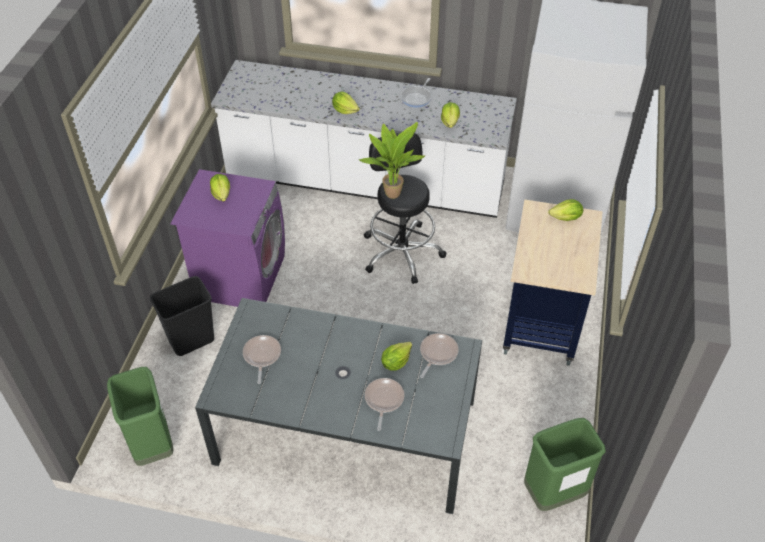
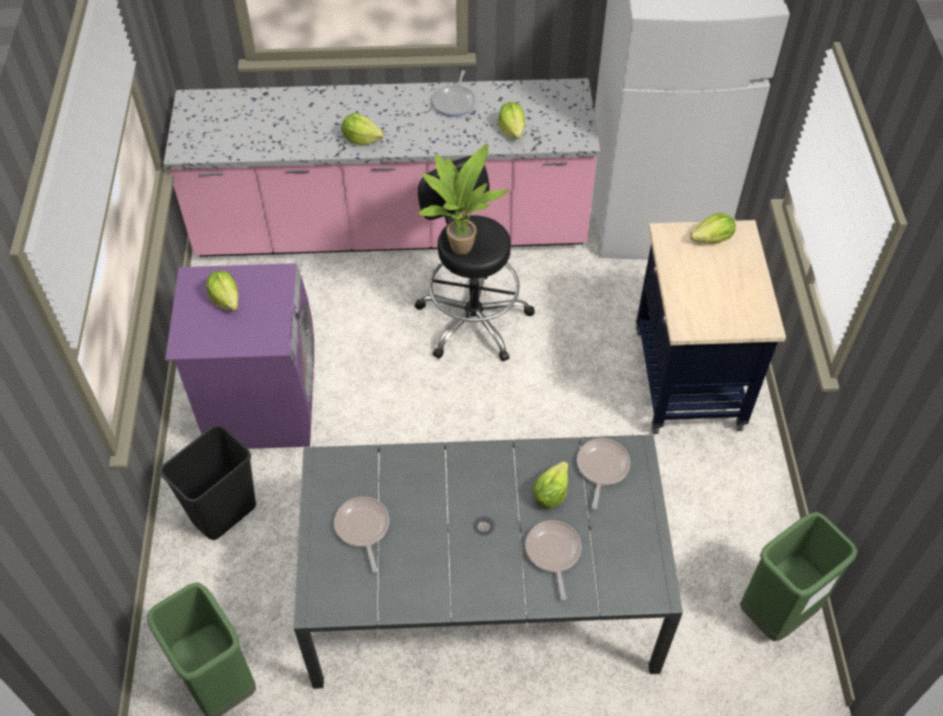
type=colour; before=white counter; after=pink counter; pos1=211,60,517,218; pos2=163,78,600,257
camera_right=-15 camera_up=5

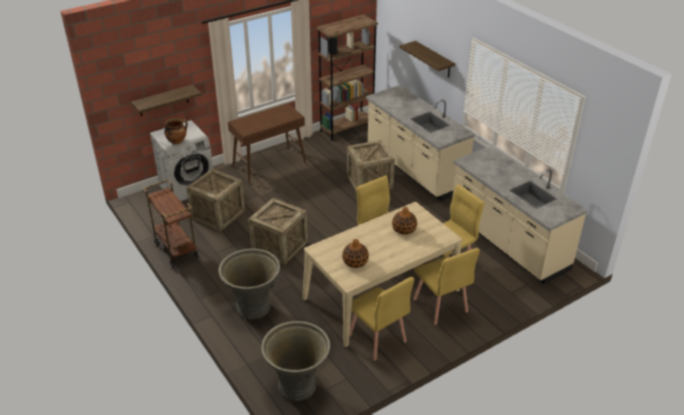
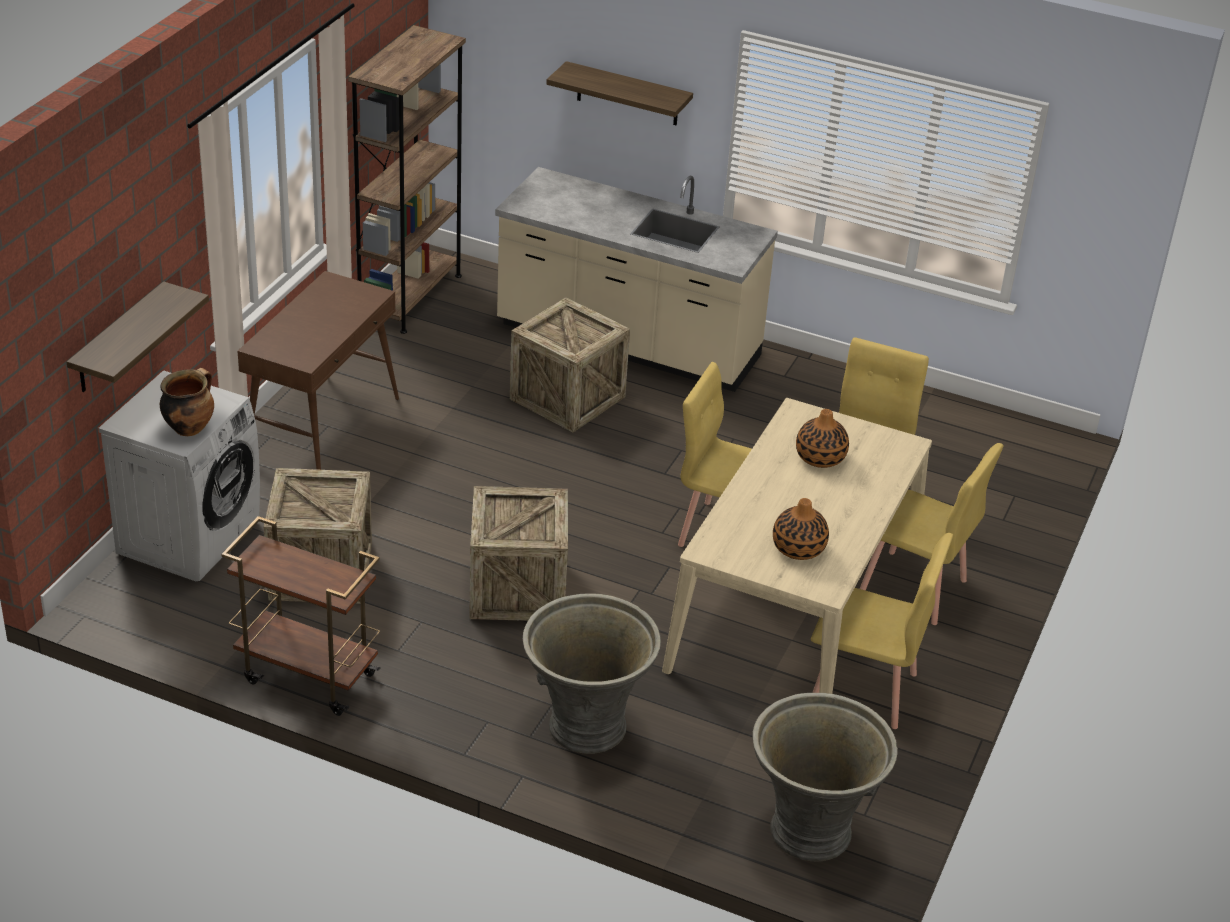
type=missing; before=beige counter; pos1=452,146,588,284
camera_right=-35 camera_up=0

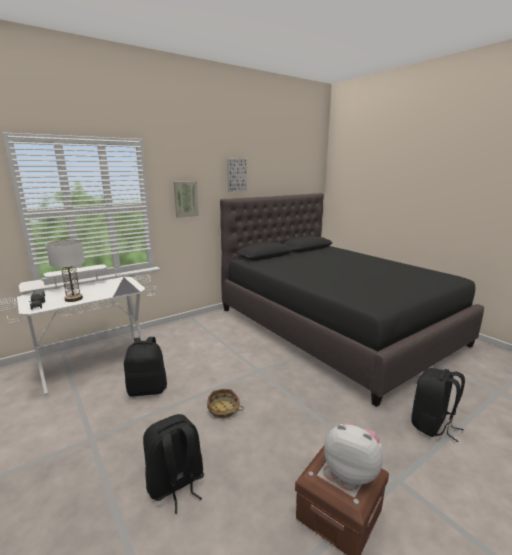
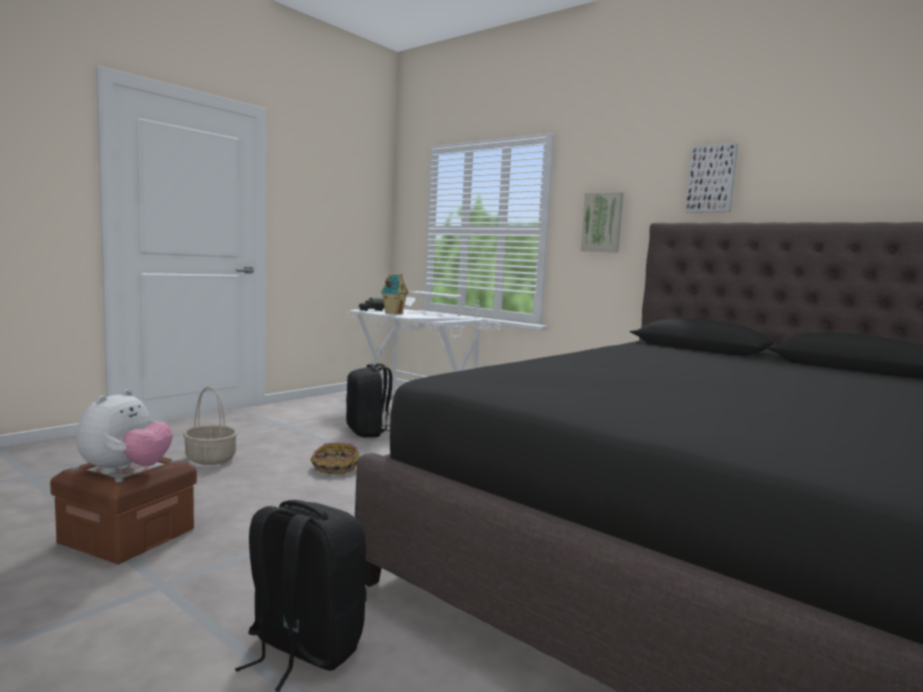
type=exchanged; before=table lamp; after=toy house; pos1=46,240,85,302; pos2=380,273,409,315
type=exchanged; before=black backpack; after=basket; pos1=143,414,204,514; pos2=183,387,238,465
camera_right=75 camera_up=-10

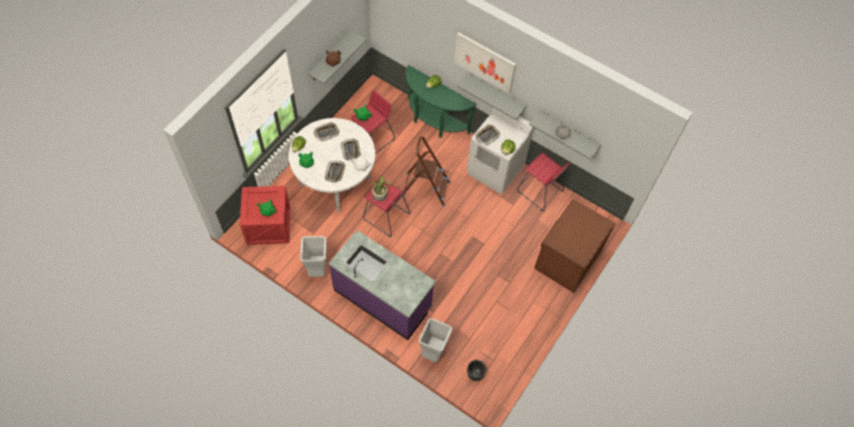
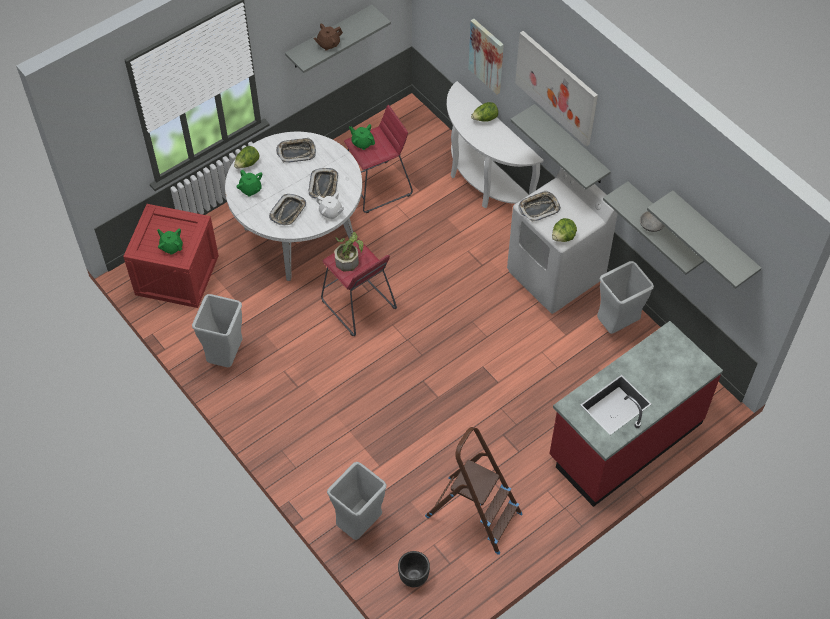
type=missing; before=purple counter; pos1=328,230,436,340
type=relocated; before=brown step ladder; pos1=402,137,451,206; pos2=425,427,522,555
type=colour; before=green console table; after=white console table; pos1=406,65,476,138; pos2=447,81,544,208
type=exchanged; before=red stool; after=grey trash can; pos1=517,153,571,211; pos2=597,261,654,334
type=exchanged; before=brown washing machine; after=red counter; pos1=535,199,615,293; pos2=549,321,723,507
type=appeared; after=picture; pos2=468,19,504,94
type=appeared; after=grey shelf; pos2=647,190,762,289
camera_right=20 camera_up=-5

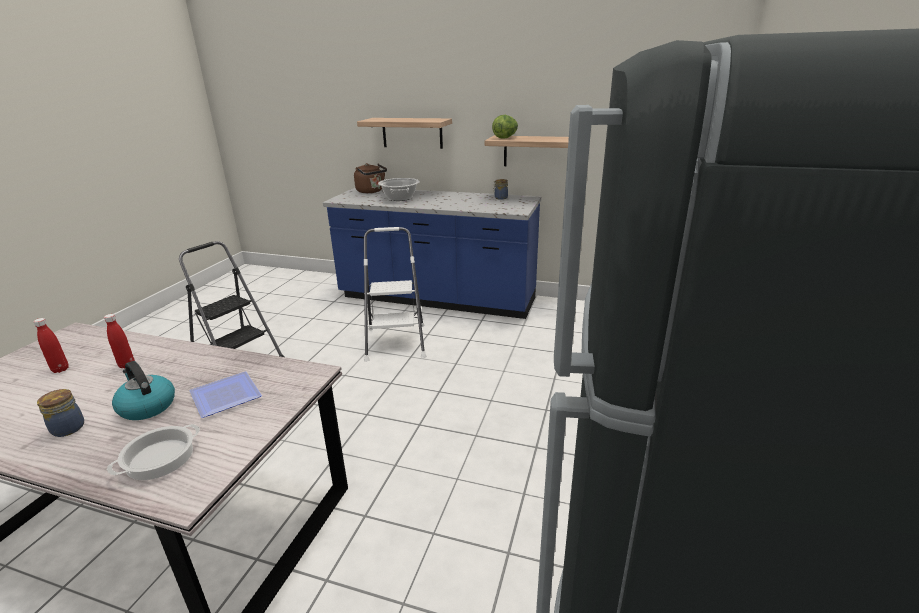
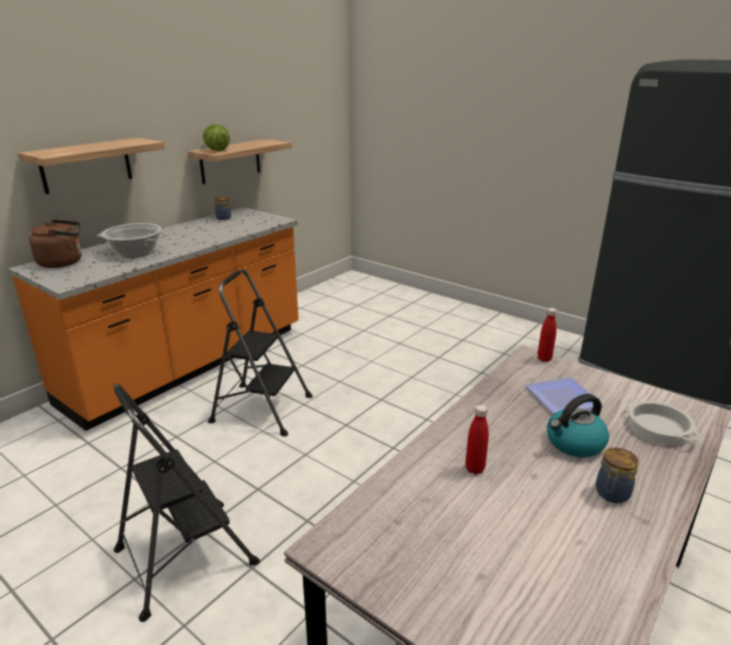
type=relocated; before=red bottle; pos1=33,318,69,373; pos2=537,308,557,362
type=colour; before=blue counter; after=orange counter; pos1=323,188,541,319; pos2=8,207,299,431
type=colour; before=white step ladder; after=black step ladder; pos1=364,227,426,361; pos2=208,269,313,437
camera_right=-70 camera_up=0

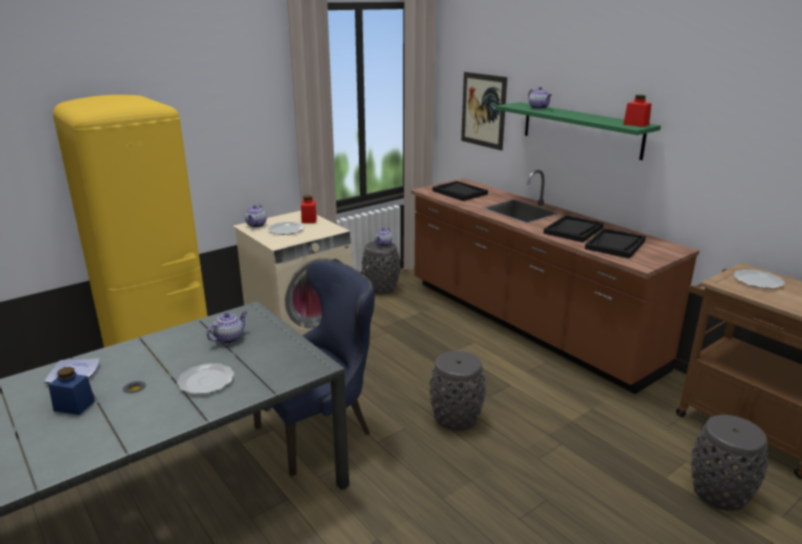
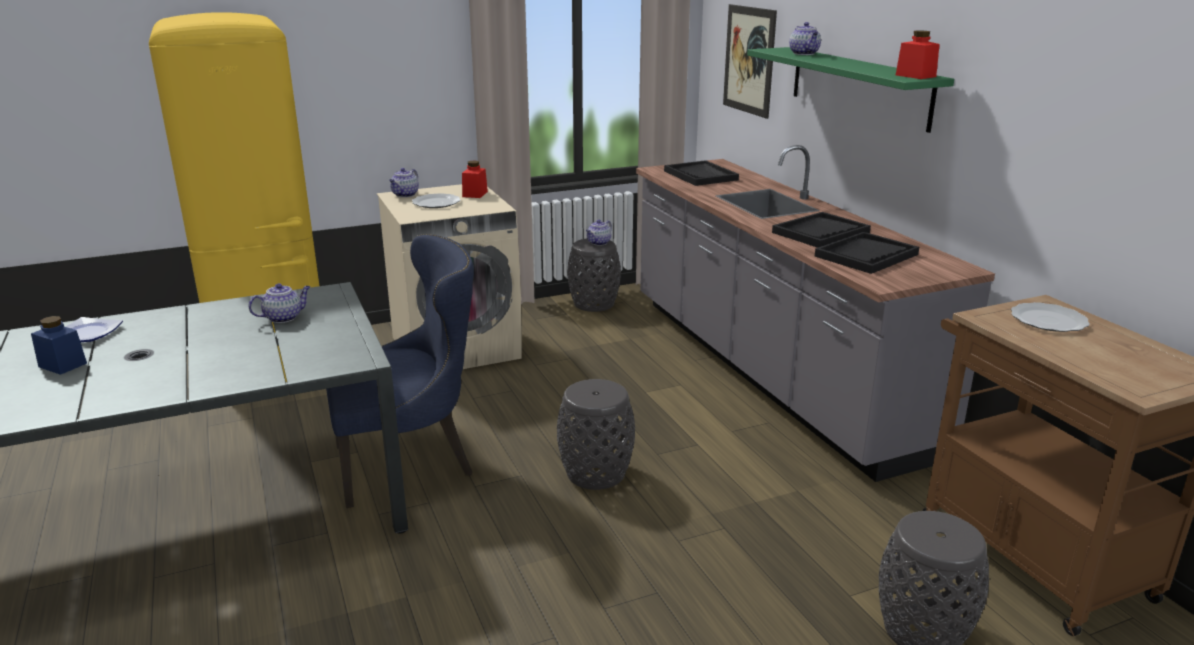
type=missing; before=plate; pos1=177,363,234,394
type=colour; before=brown counter; after=grey counter; pos1=411,170,700,394; pos2=636,145,995,482
camera_right=15 camera_up=0

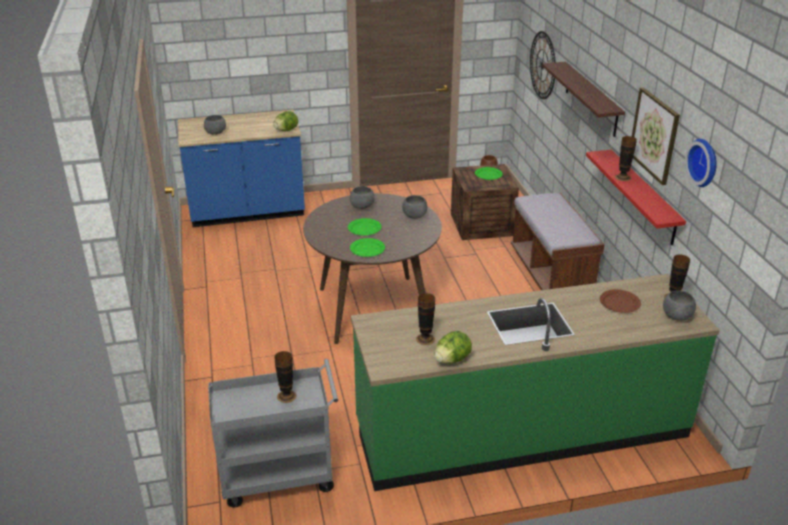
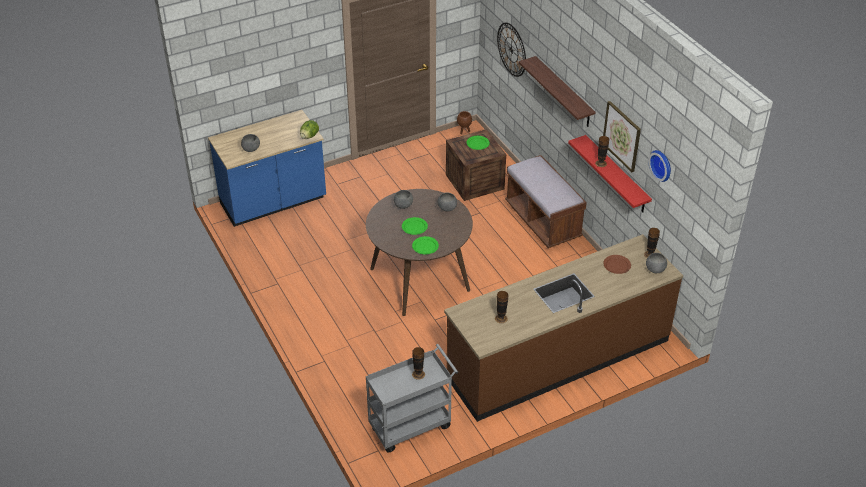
type=colour; before=green counter; after=brown counter; pos1=351,274,720,491; pos2=444,234,683,422
type=missing; before=lettuce; pos1=435,331,472,364
camera_right=-15 camera_up=10

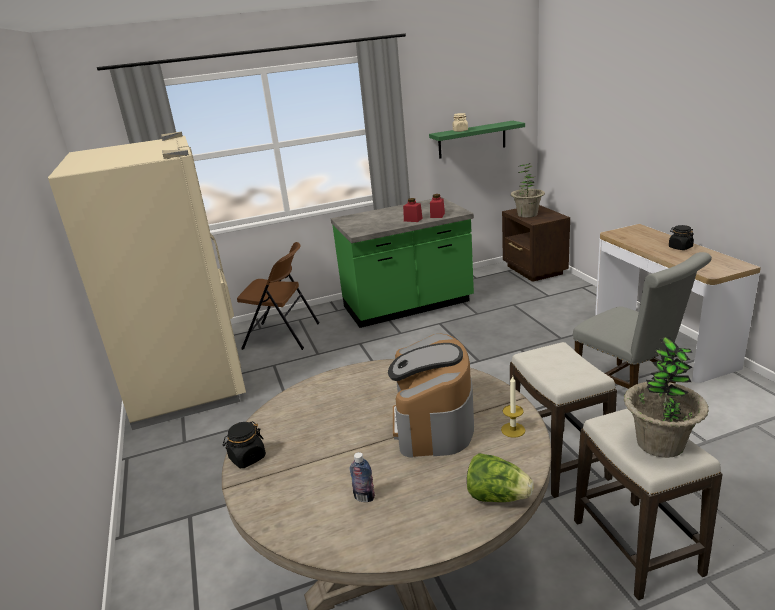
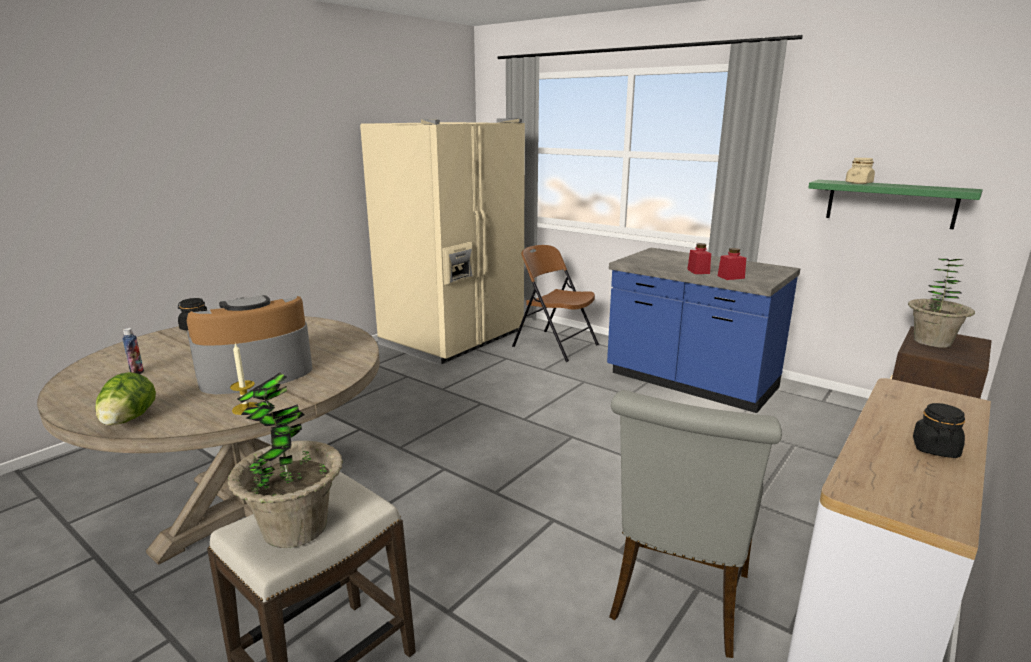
type=spun; before=brown chair; pos1=237,242,319,350; pos2=512,245,599,362; turn=150
type=colour; before=green counter; after=blue counter; pos1=331,197,474,328; pos2=607,248,800,413
type=missing; before=stool; pos1=510,342,617,498
camera_right=55 camera_up=-5

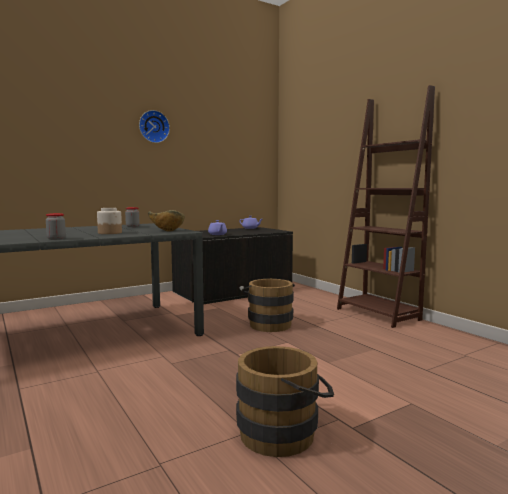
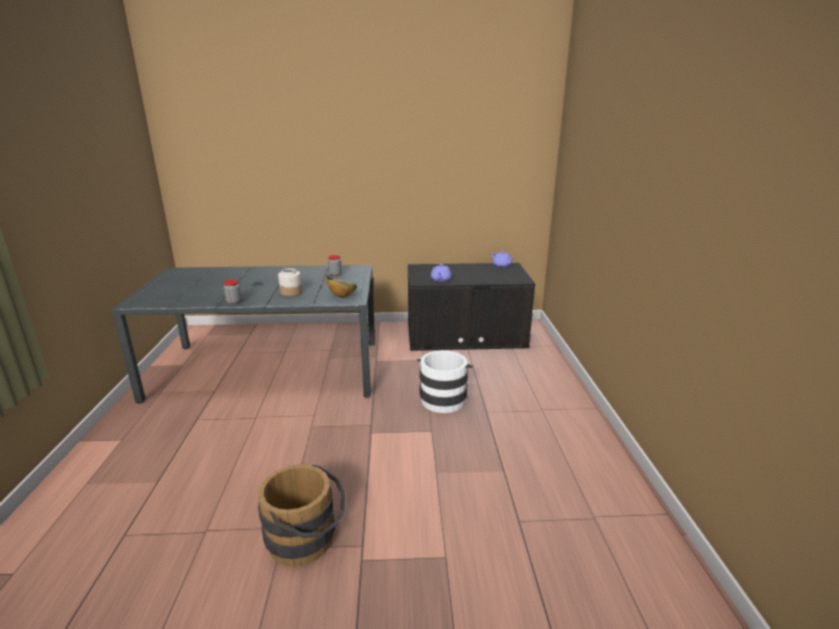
type=missing; before=wall clock; pos1=139,110,170,143
type=colour; before=brown bucket; after=white bucket; pos1=242,279,295,332; pos2=417,350,473,413
type=missing; before=brown bookcase; pos1=337,85,435,328
camera_right=30 camera_up=15

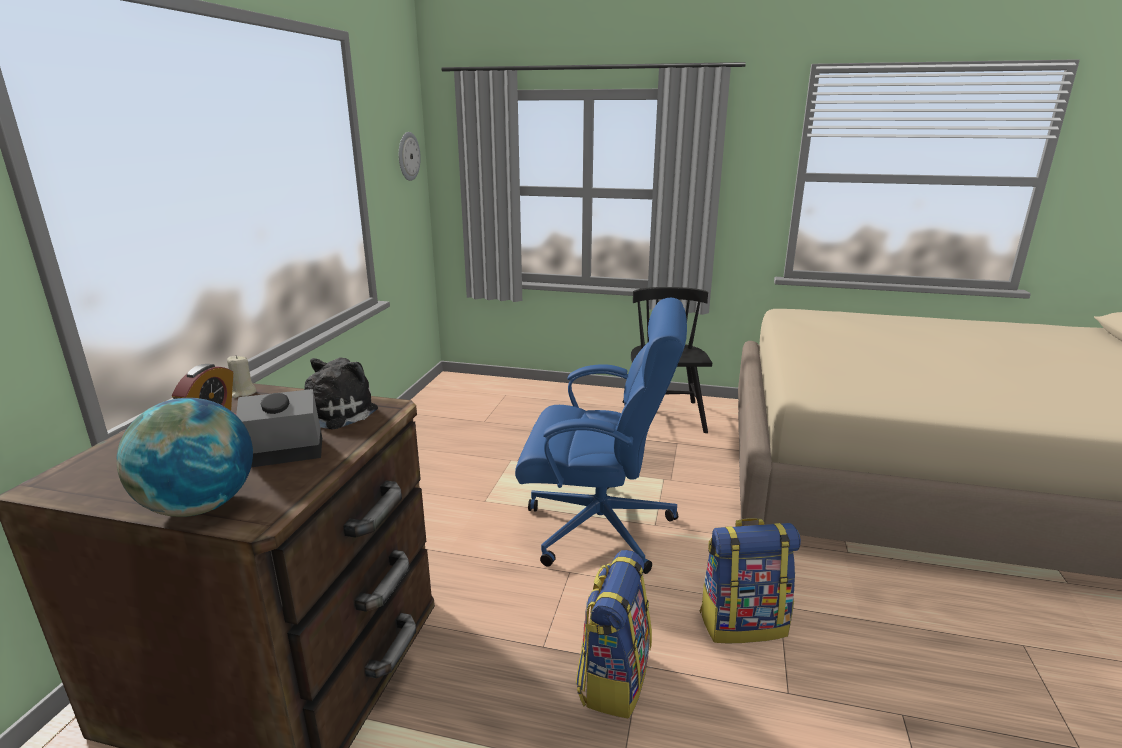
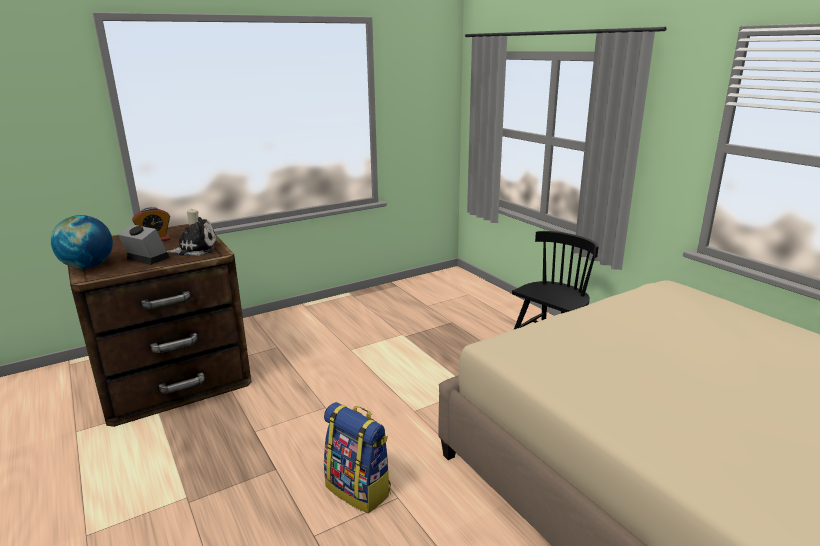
type=missing; before=wall clock; pos1=399,132,421,181
type=missing; before=blue office chair; pos1=515,298,687,574
type=missing; before=backpack; pos1=576,550,652,719
camera_right=45 camera_up=0

